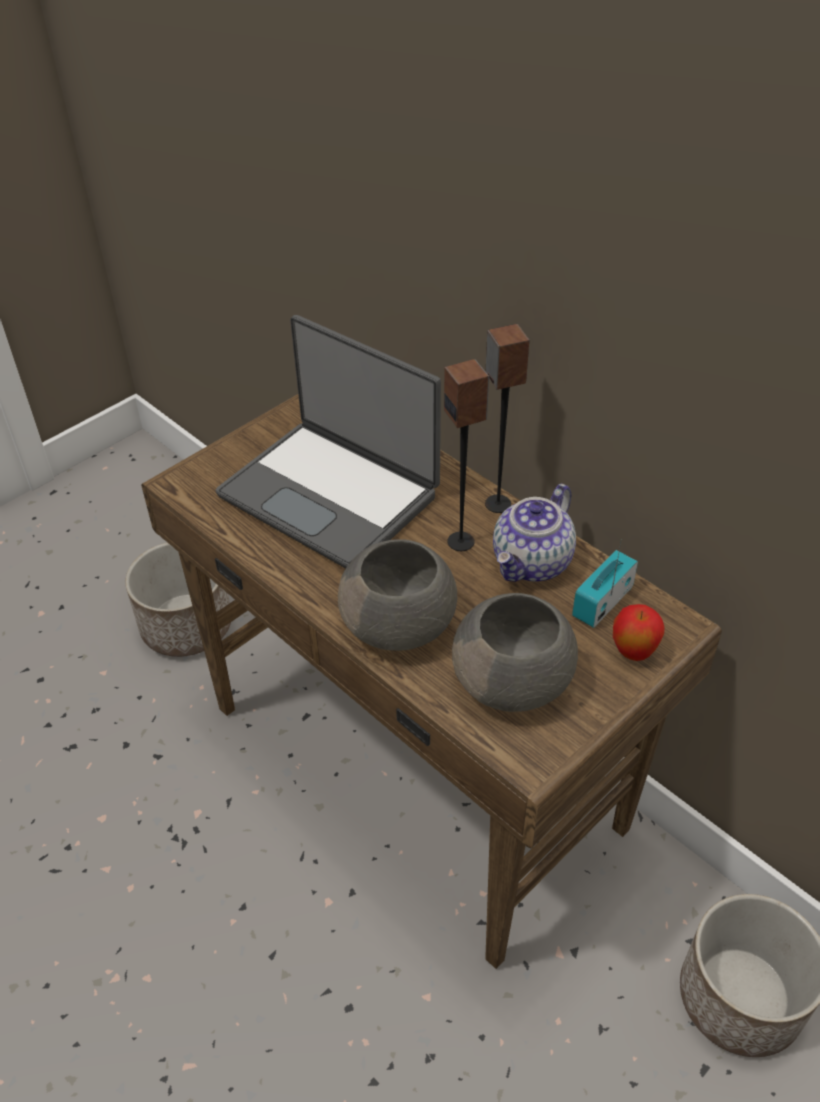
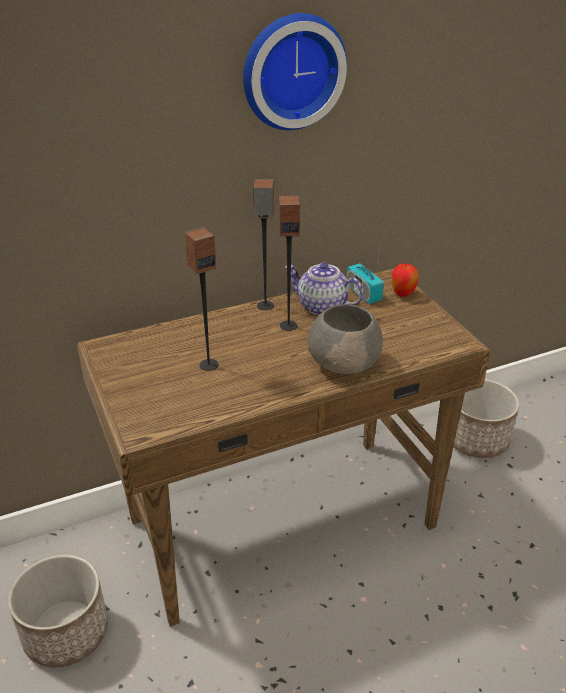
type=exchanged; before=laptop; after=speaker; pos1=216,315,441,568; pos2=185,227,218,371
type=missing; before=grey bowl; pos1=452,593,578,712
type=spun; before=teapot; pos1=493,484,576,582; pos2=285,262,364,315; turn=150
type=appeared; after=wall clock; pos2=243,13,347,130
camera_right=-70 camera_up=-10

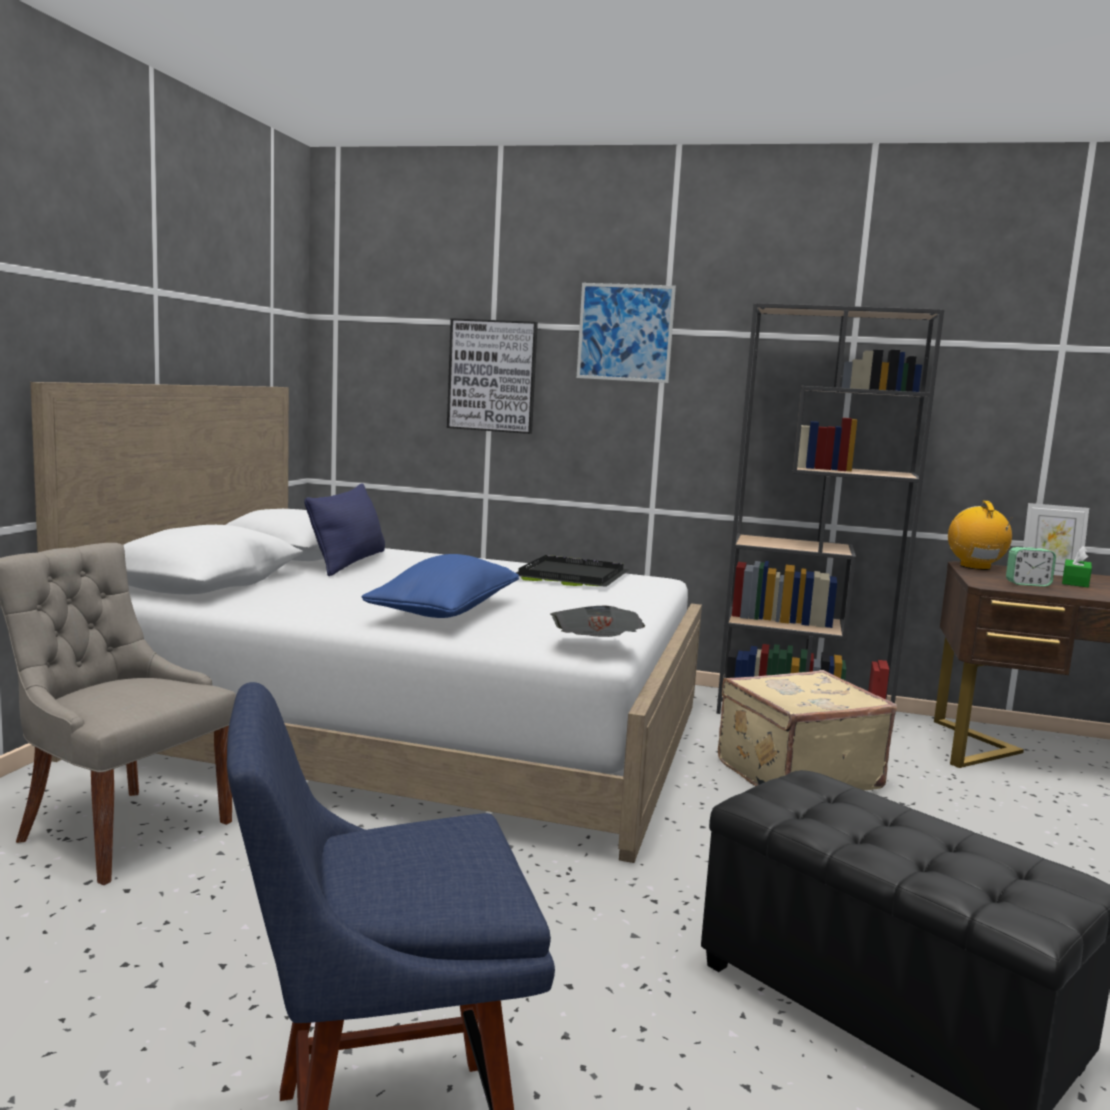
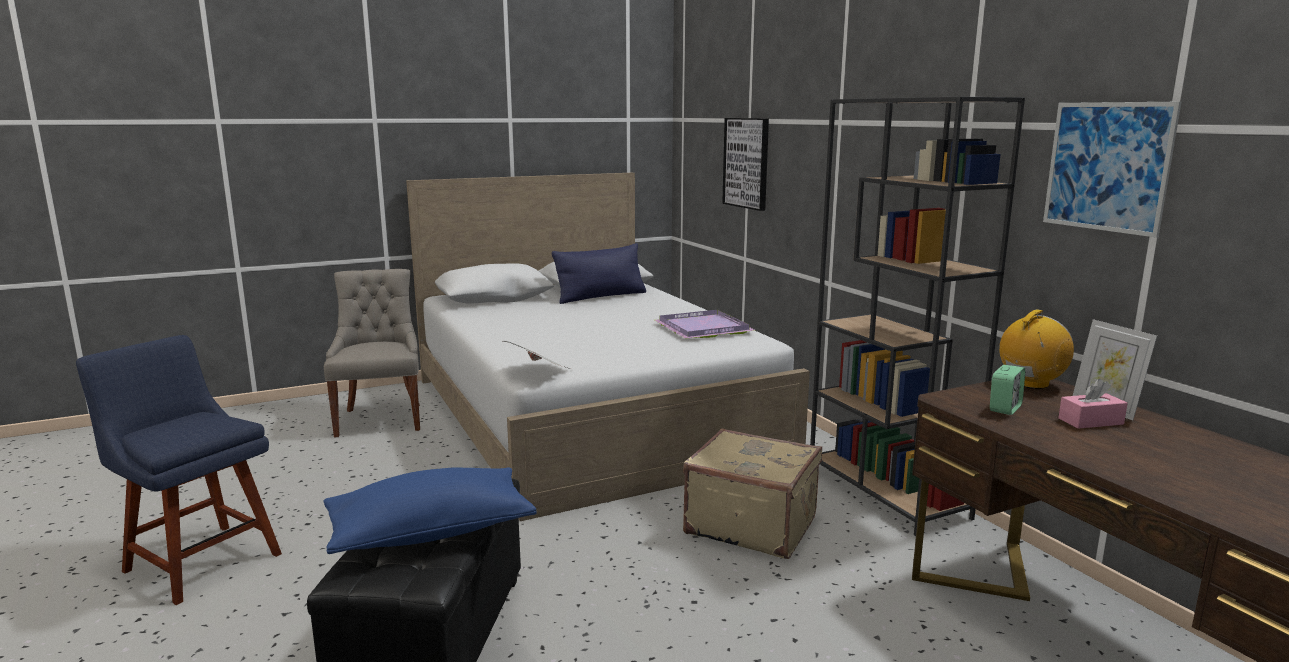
type=relocated; before=blue pillow; pos1=362,554,519,618; pos2=323,467,537,554
type=colour; before=black tray; after=purple tray; pos1=516,555,630,587; pos2=655,310,755,339
type=relocated; before=picture; pos1=577,283,676,383; pos2=1043,102,1181,238
type=spun; before=alarm clock; pos1=1006,547,1056,587; pos2=990,365,1025,415; turn=-105
type=colour; before=green tissue box; after=pink tissue box; pos1=1062,546,1092,587; pos2=1058,379,1128,429
camera_right=50 camera_up=5

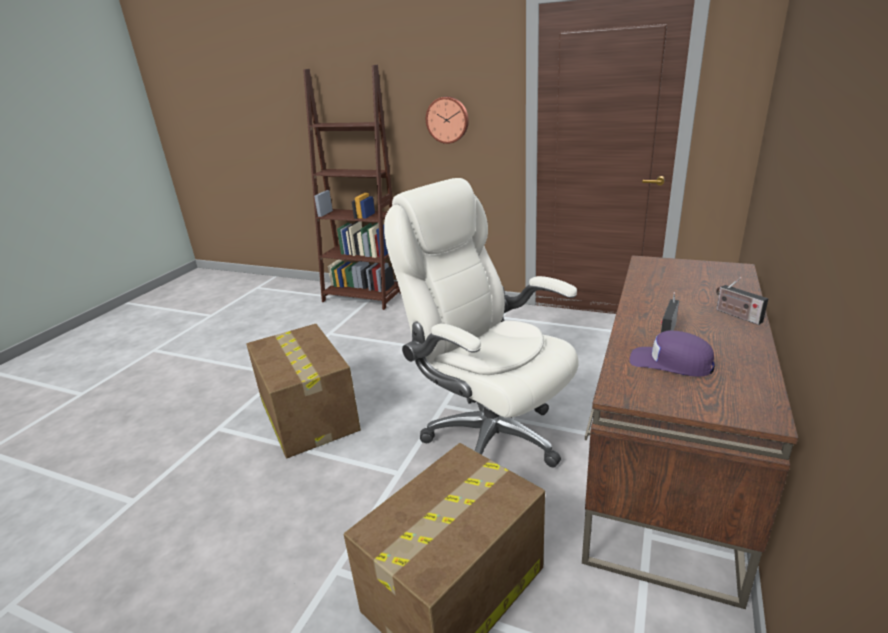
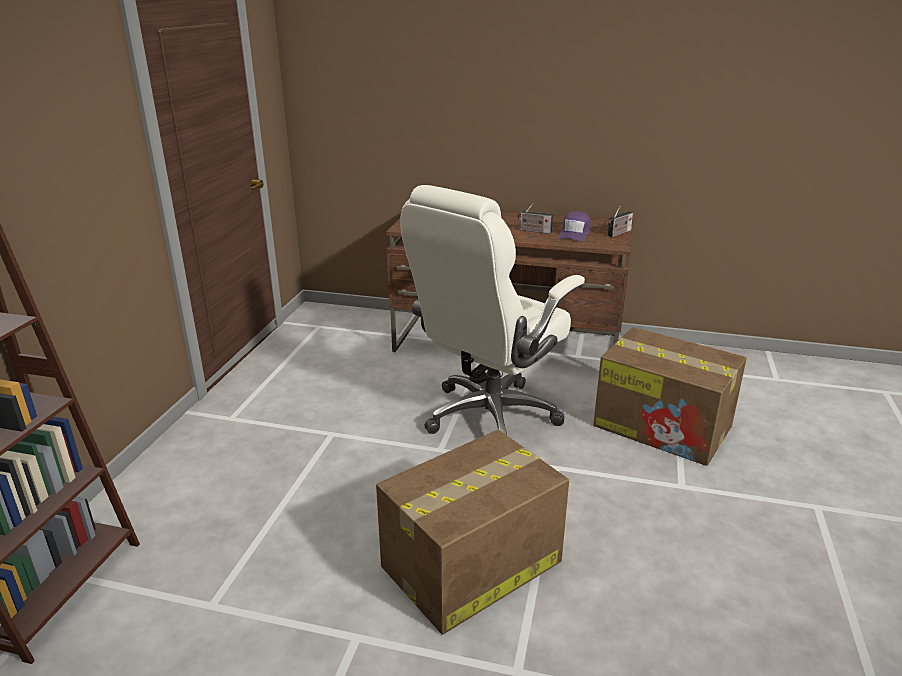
type=missing; before=wall clock; pos1=426,96,469,144
type=relocated; before=radio; pos1=716,277,768,325; pos2=608,206,633,237
camera_right=-100 camera_up=0

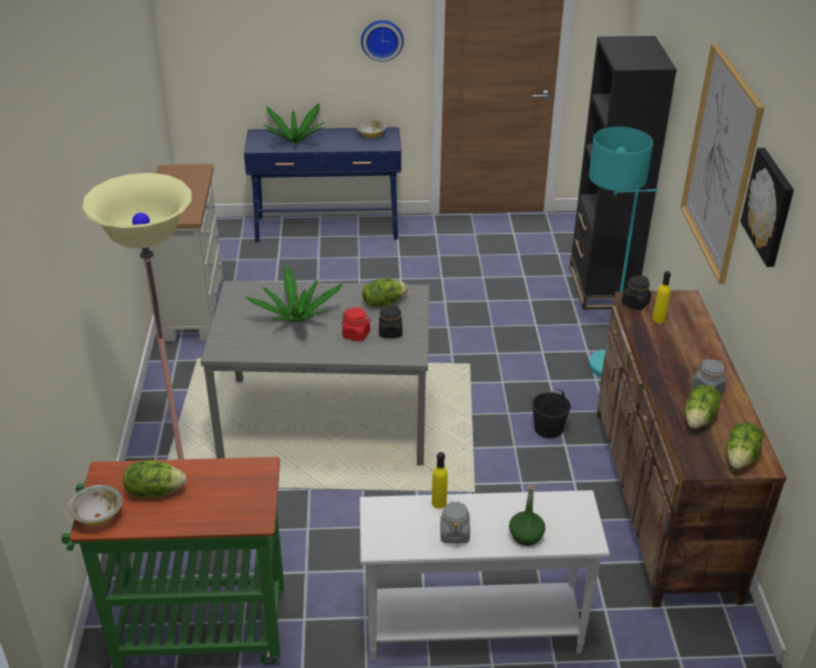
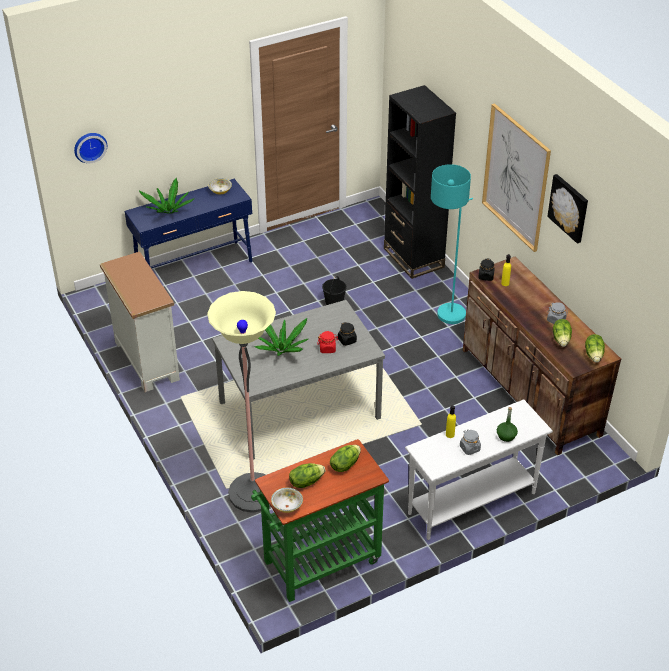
type=relocated; before=wall clock; pos1=361,20,404,62; pos2=74,133,107,163
type=relocated; before=lettuce; pos1=362,279,408,307; pos2=330,445,361,472
type=relocated; before=black bucket; pos1=532,389,571,438; pos2=322,276,347,305
camera_right=-25 camera_up=5

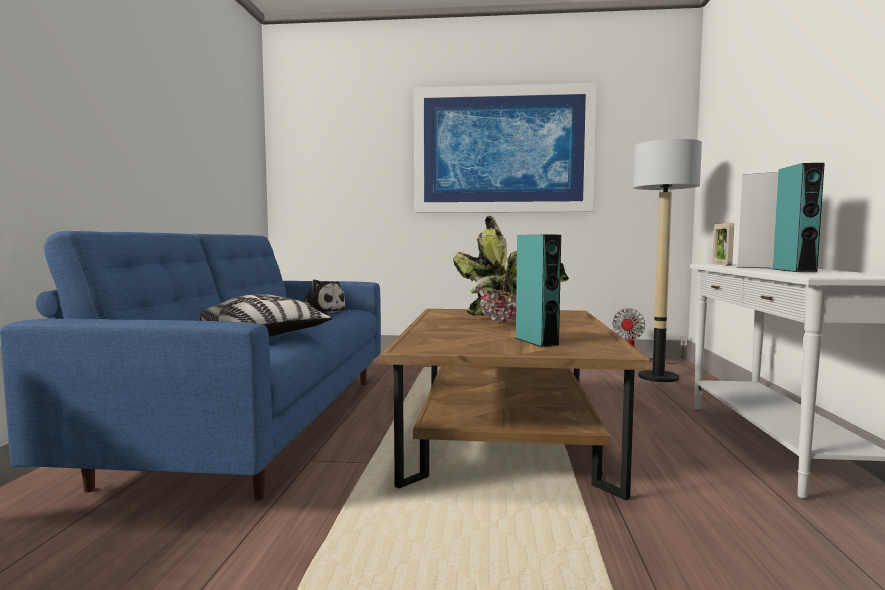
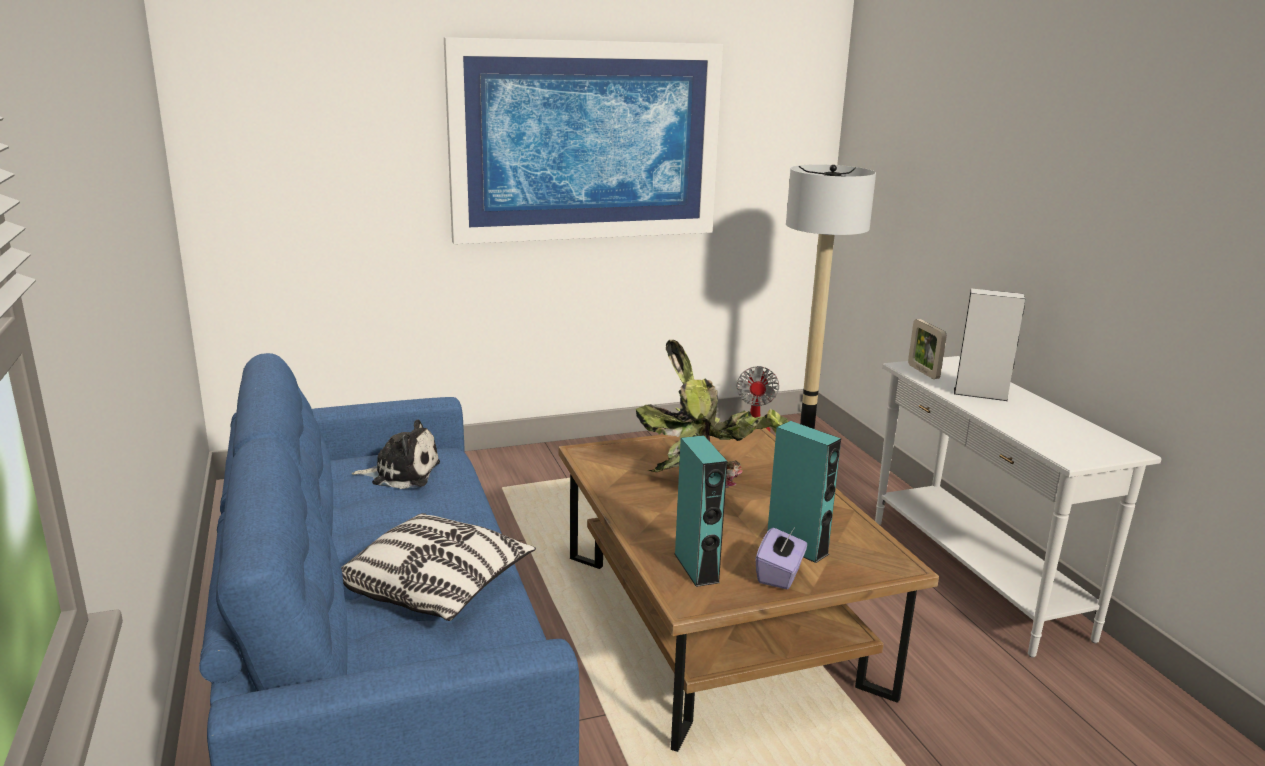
type=relocated; before=turquoise speaker; pos1=772,163,825,272; pos2=675,435,727,587
type=appeared; after=purple tissue box; pos2=755,528,807,589
camera_right=-25 camera_up=15

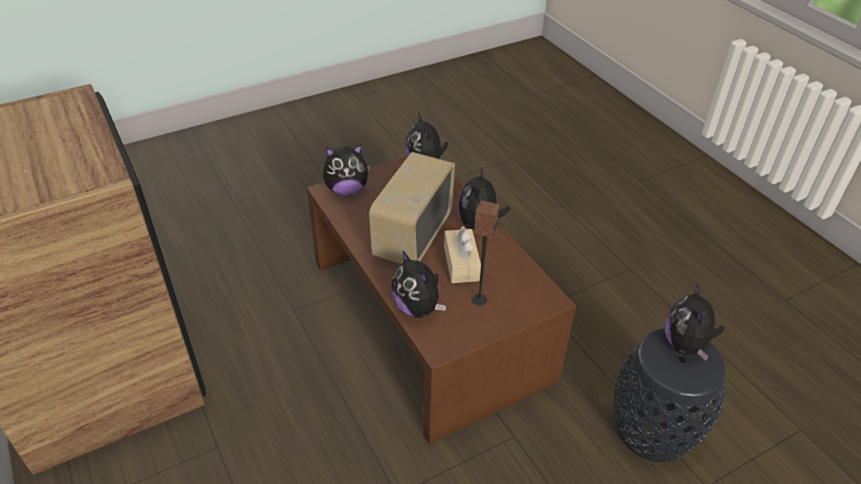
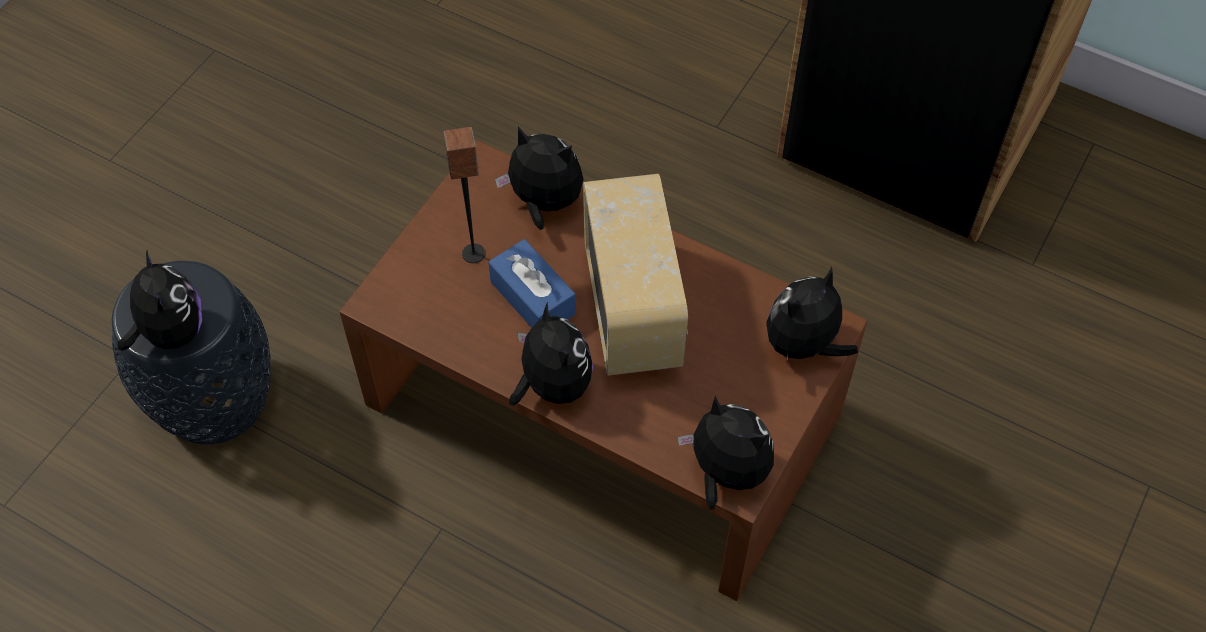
type=colour; before=beige tissue box; after=blue tissue box; pos1=444,226,481,283; pos2=488,239,576,328
camera_right=150 camera_up=15

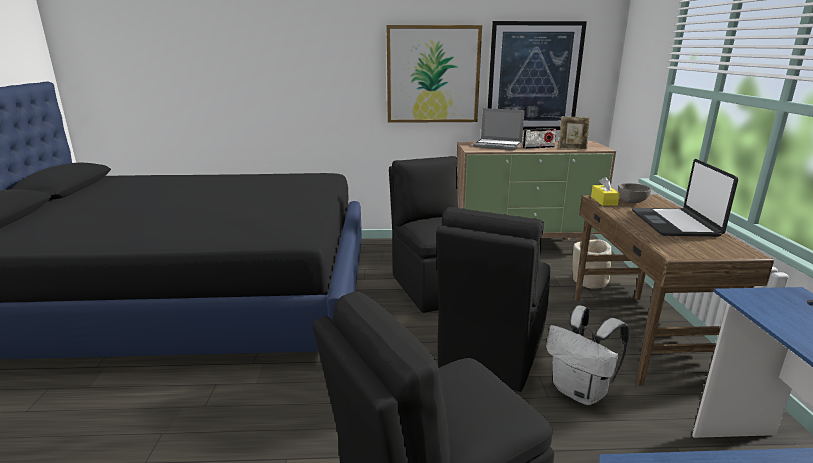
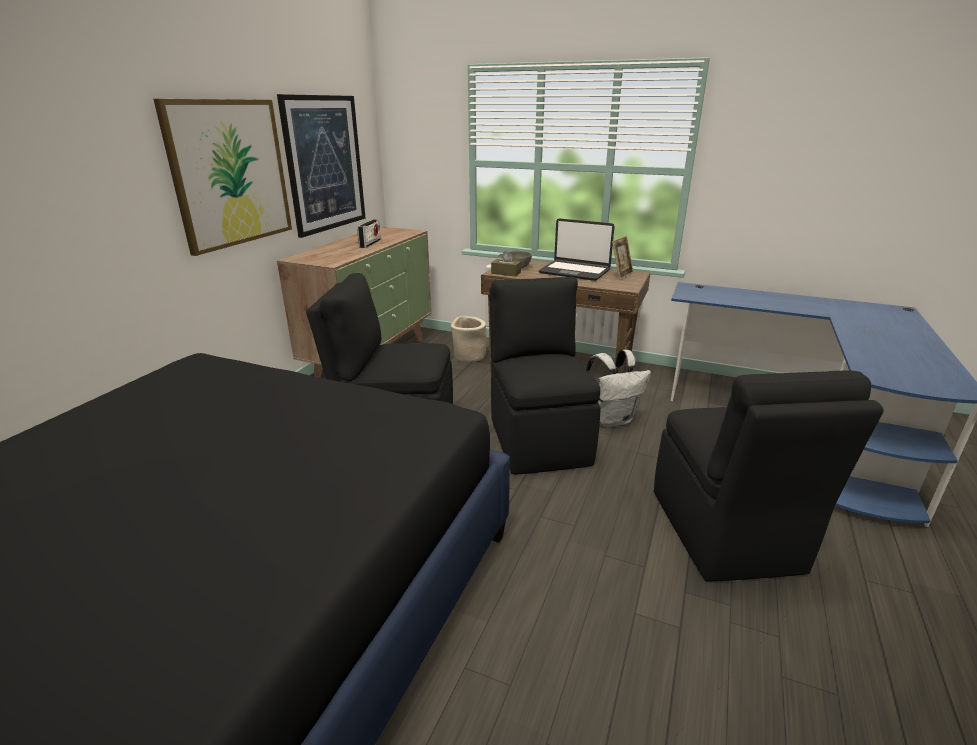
type=spun; before=black chair; pos1=436,207,551,392; pos2=489,277,601,475; turn=-150
type=missing; before=laptop; pos1=473,108,525,150
type=relocated; before=picture frame; pos1=559,116,590,150; pos2=612,236,634,280
type=colour; before=yellow tissue box; after=brown tissue box; pos1=591,177,620,206; pos2=491,251,521,277
camera_right=-65 camera_up=5

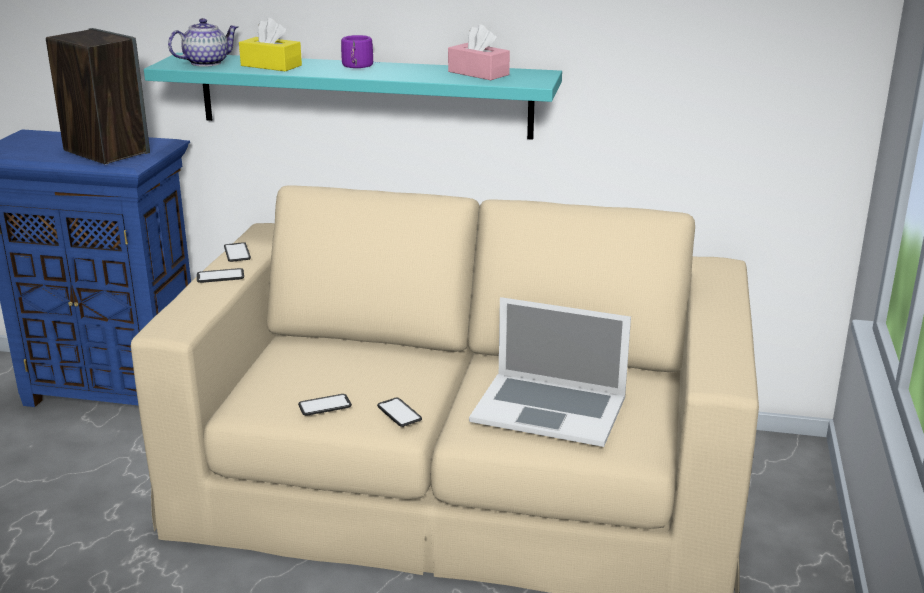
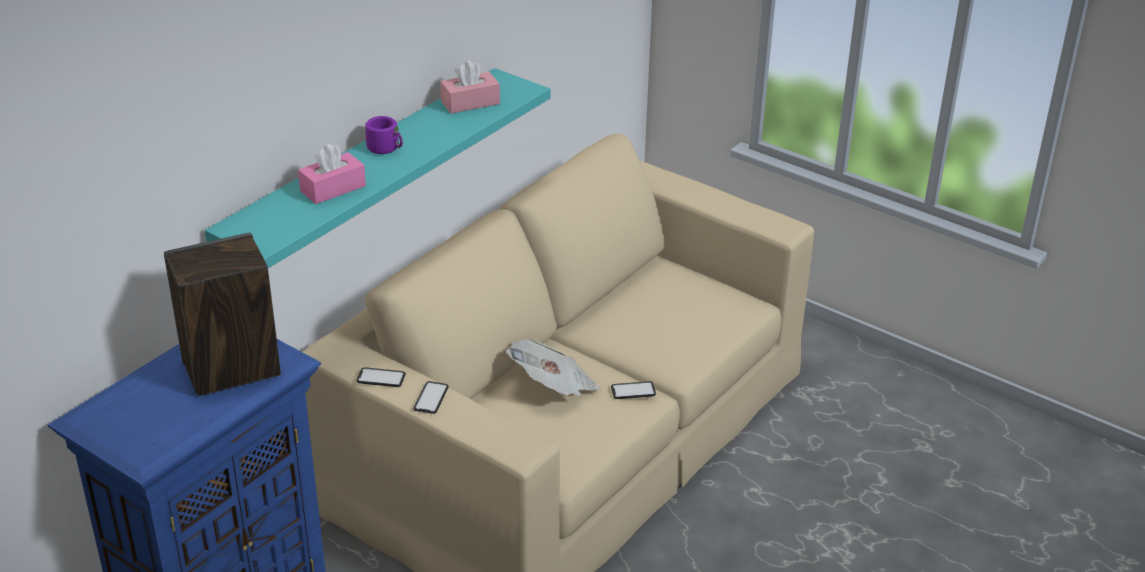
type=missing; before=teapot; pos1=168,18,238,67
type=colour; before=yellow tissue box; after=pink tissue box; pos1=239,18,302,71; pos2=298,144,366,204
type=missing; before=phone; pos1=298,394,352,415
type=missing; before=laptop; pos1=469,297,631,447
type=appeared; after=newspaper; pos2=505,338,601,396
camera_right=-65 camera_up=10

